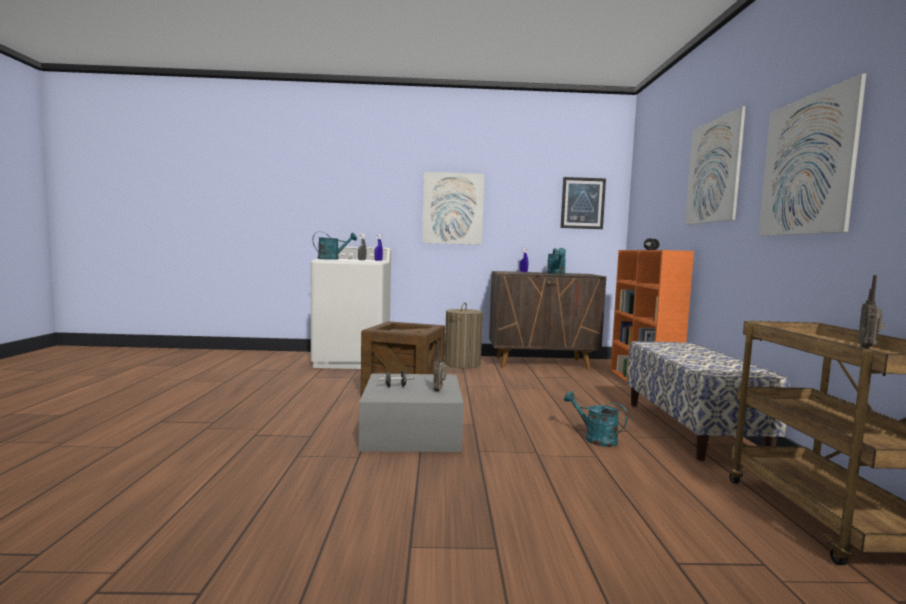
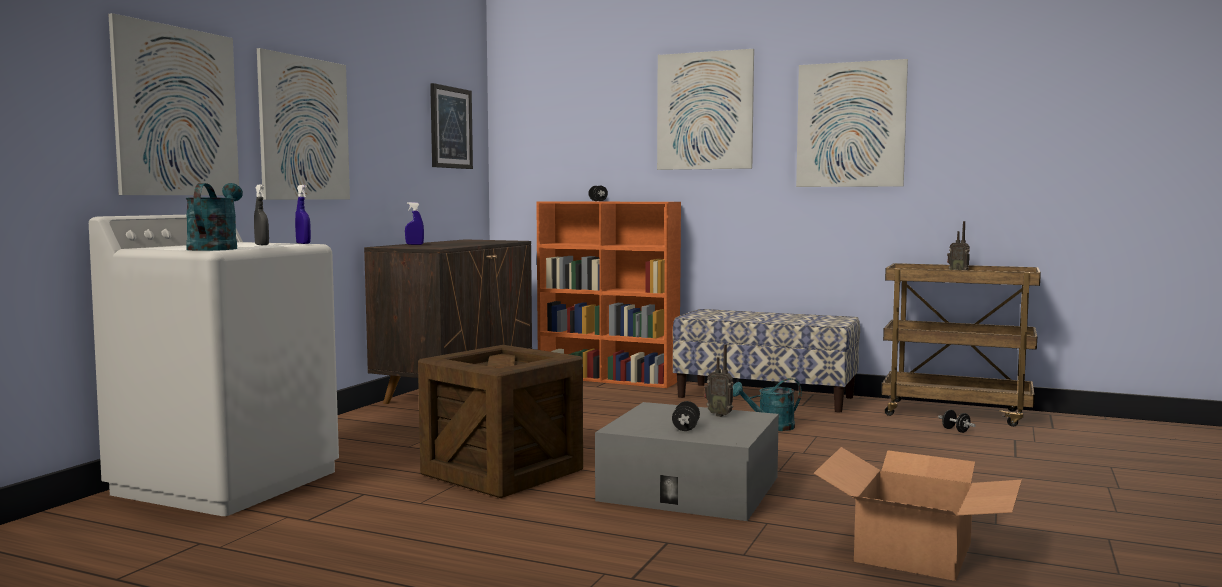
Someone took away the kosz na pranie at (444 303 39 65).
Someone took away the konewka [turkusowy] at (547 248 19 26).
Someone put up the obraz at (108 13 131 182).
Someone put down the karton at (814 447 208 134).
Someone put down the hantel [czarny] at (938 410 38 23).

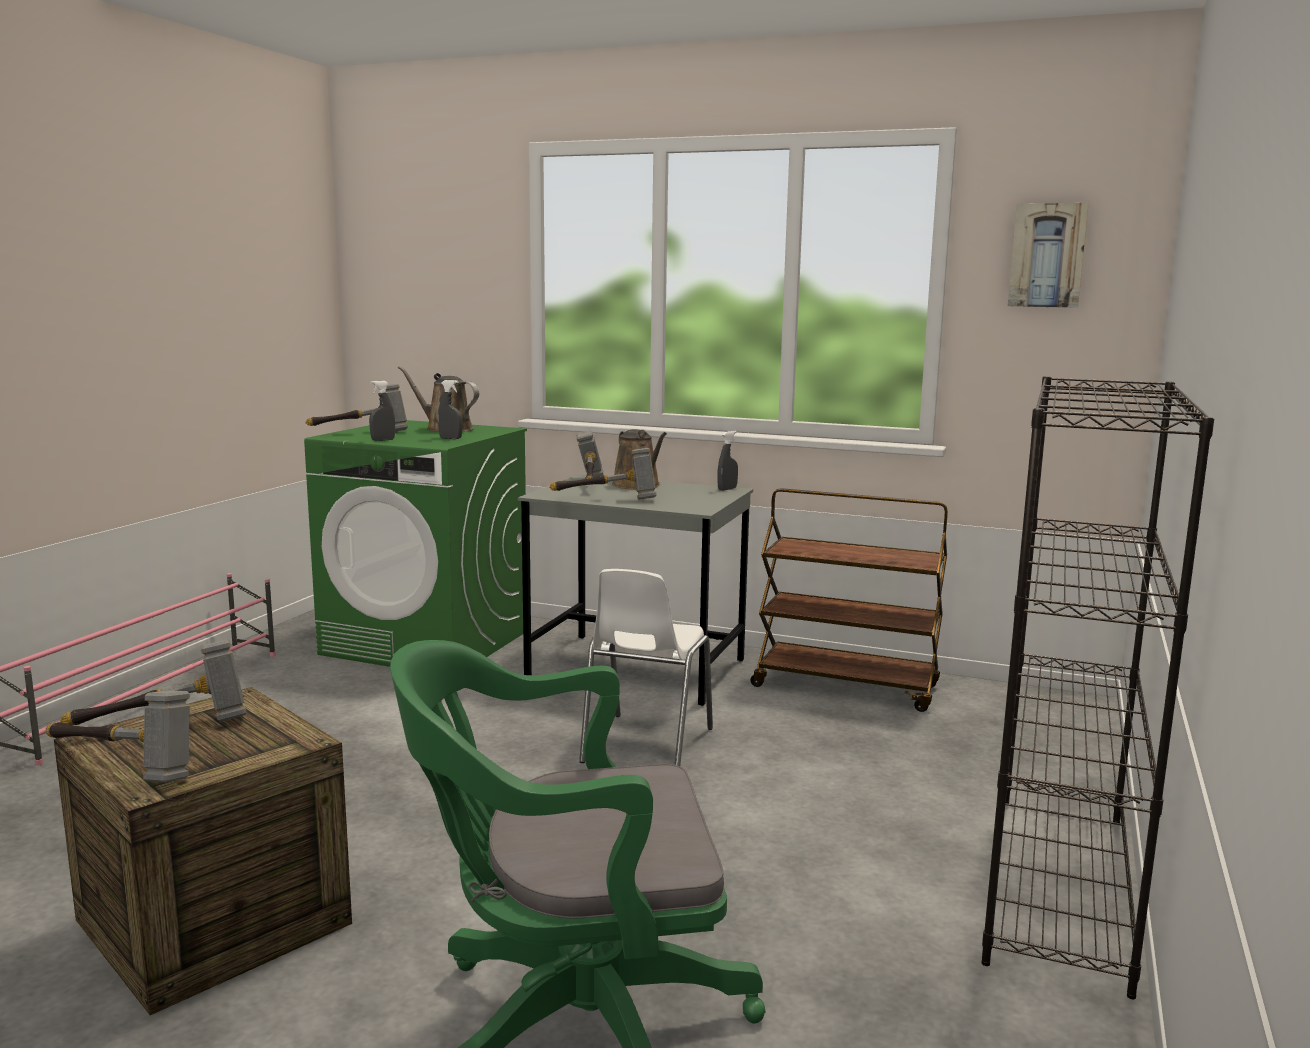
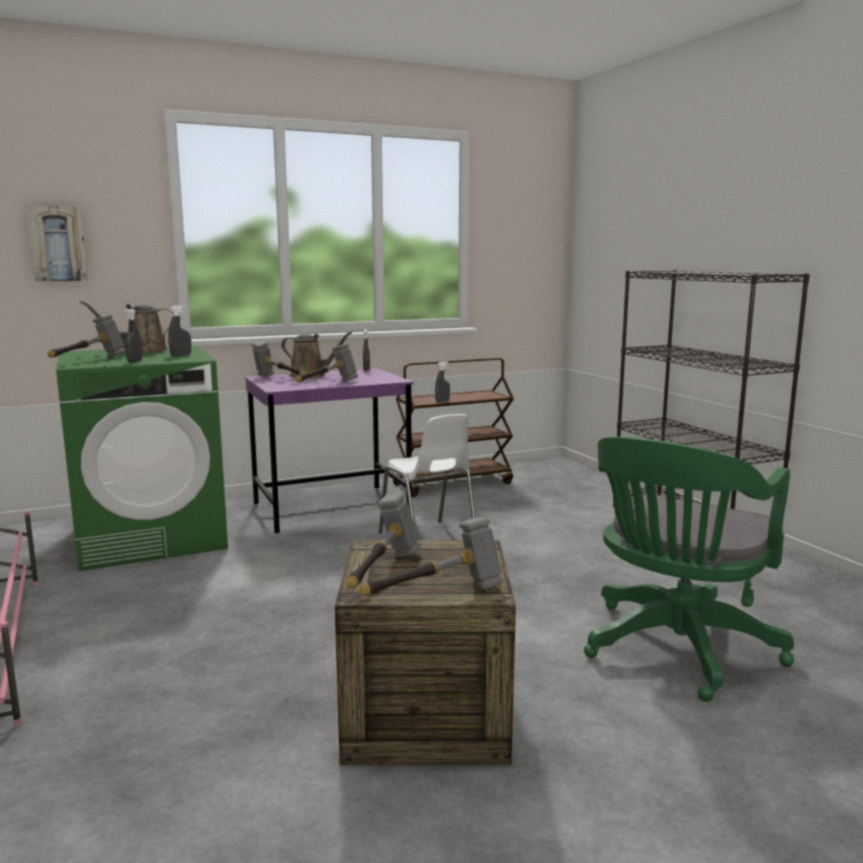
Someone repainted the biurko [szary] at (518 474 235 232), which became the biurko [fioletowy] at (245 368 169 166).
Someone carried the obraz from (1008 203 81 105) to (26 205 62 77).
Someone put down the spryskiwacz [szary] at (435 361 15 42).

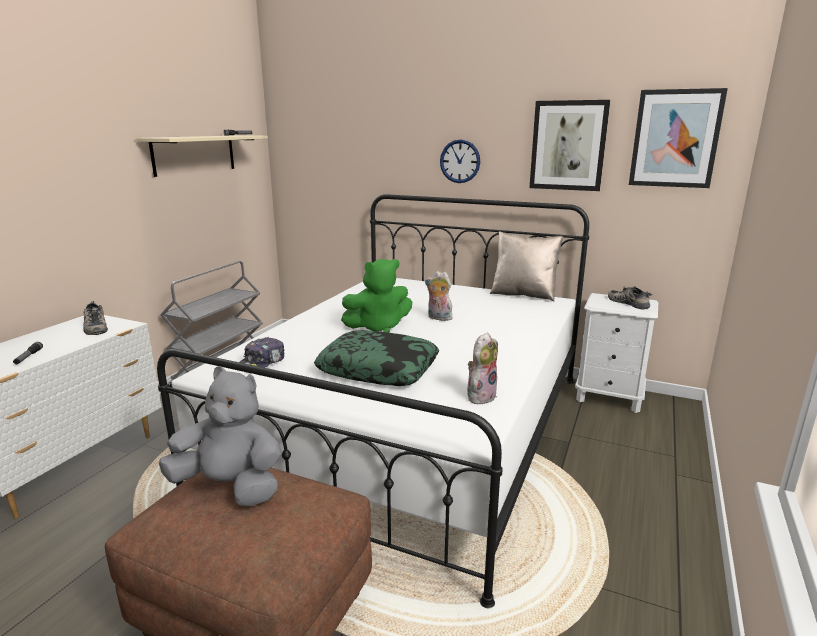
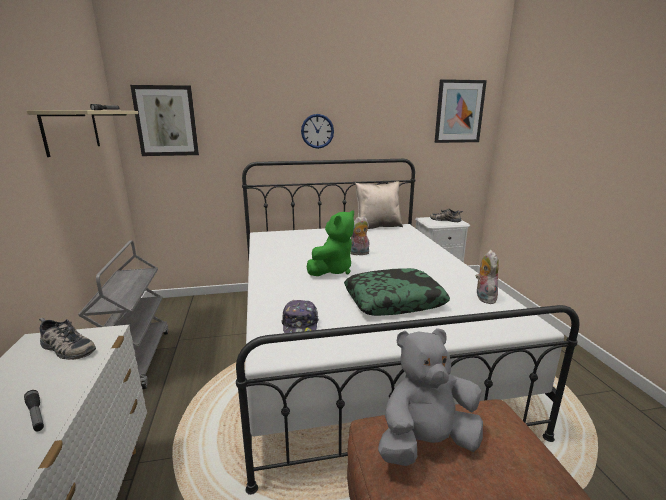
Someone carried the obraz from (529 100 81 91) to (130 85 69 71).

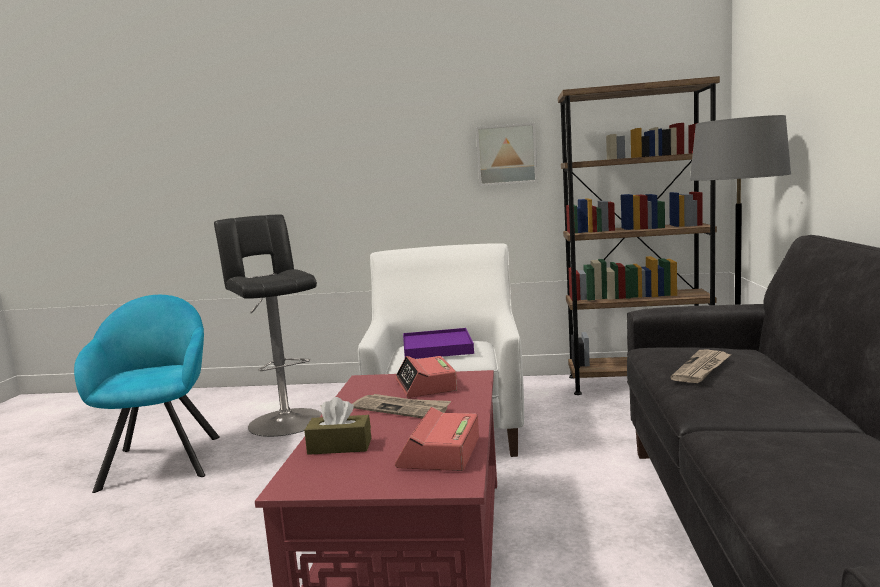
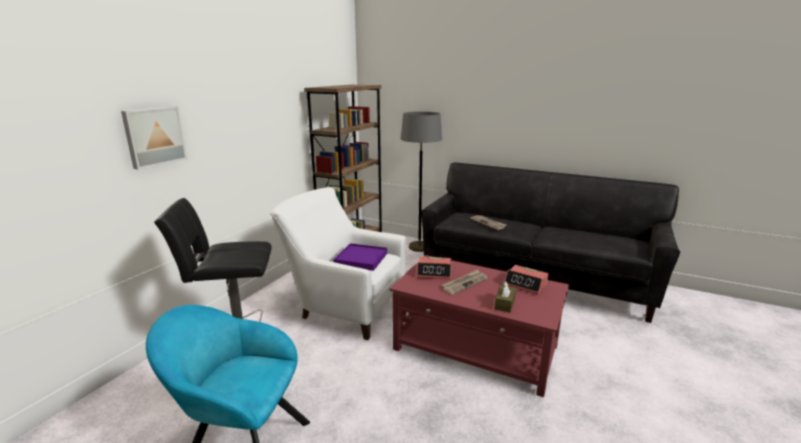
Someone carried the obraz from (476 122 62 64) to (121 106 66 64).

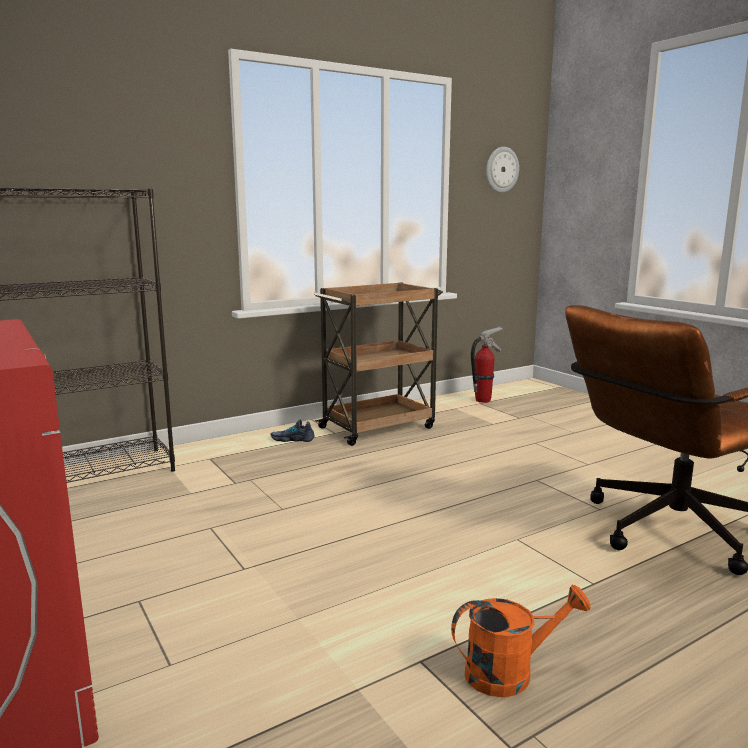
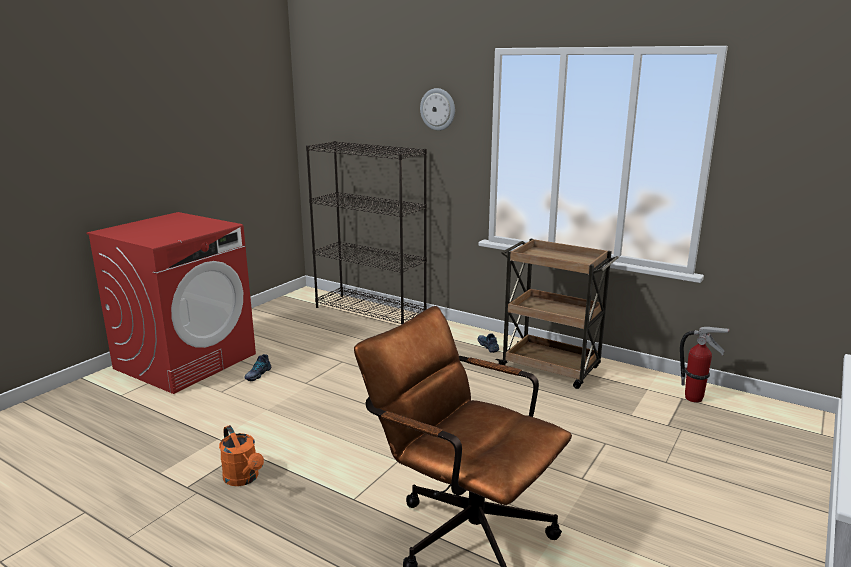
Someone carried the zegar ścienny from (486 147 33 46) to (420 88 35 43).
Someone put down the but at (244 354 27 27).

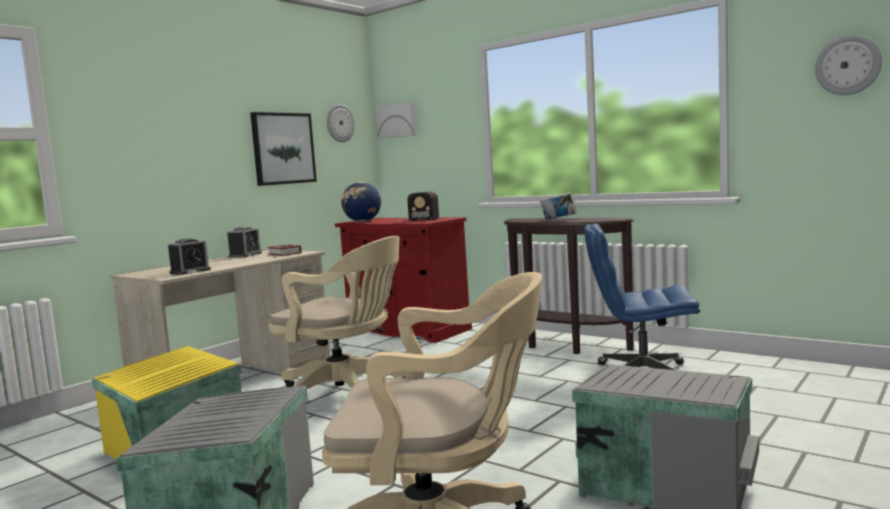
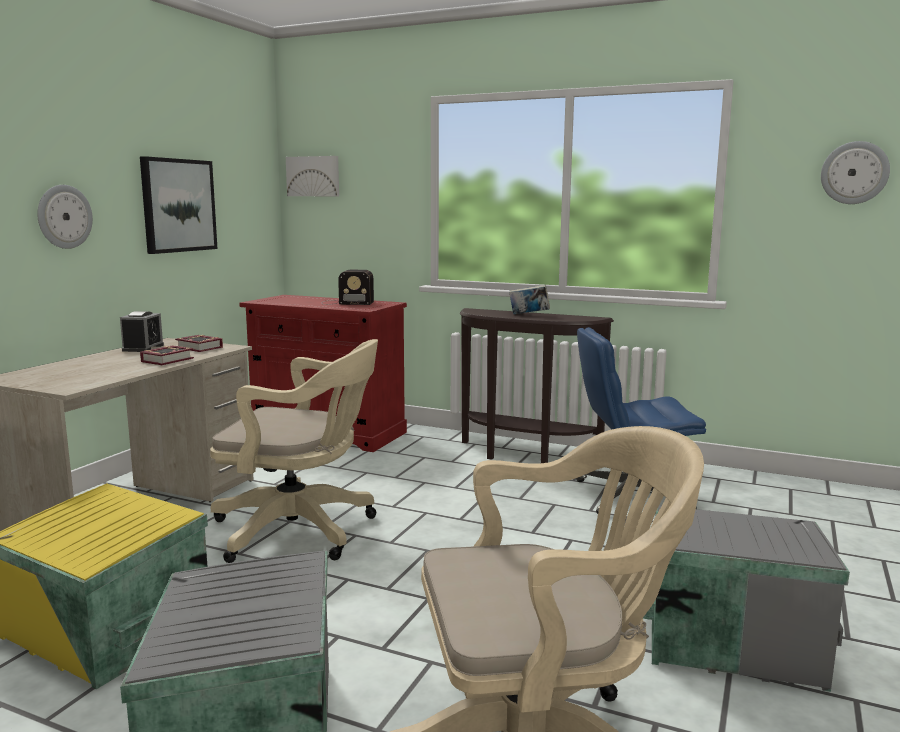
Someone took away the budzik at (168 239 43 36).
Someone carried the zegar ścienny from (326 104 29 38) to (37 185 56 64).
Someone took away the globus at (341 182 40 40).
Someone put down the książka at (140 345 54 20).

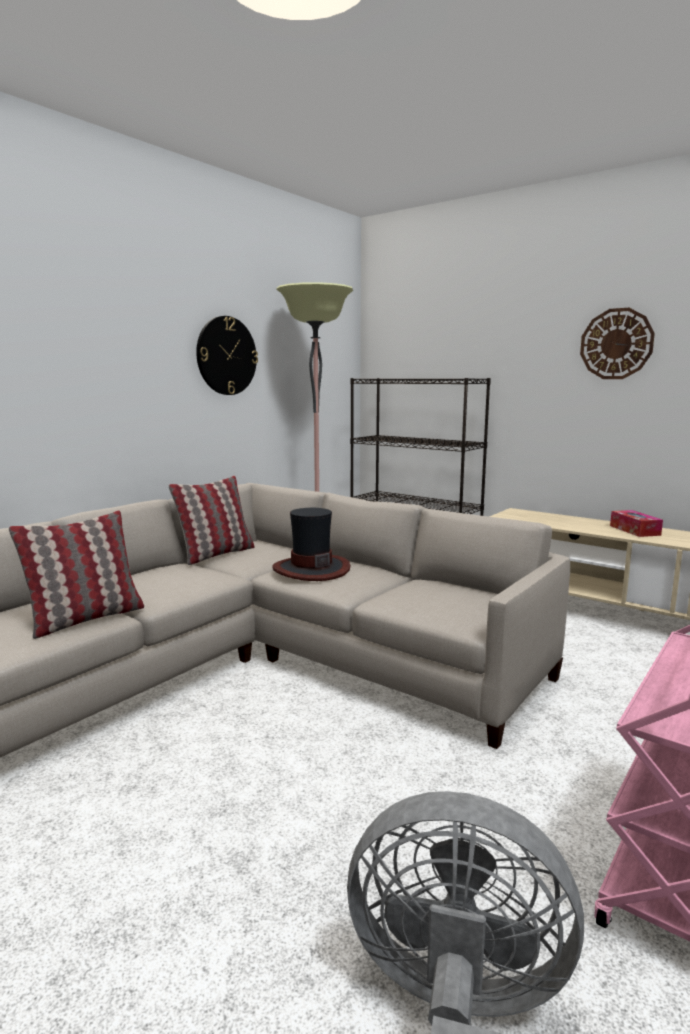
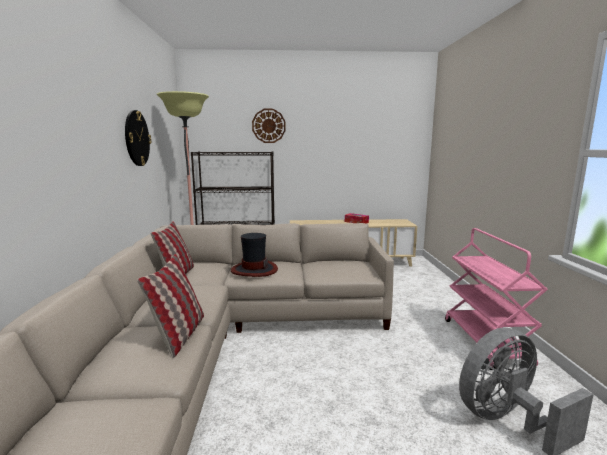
Someone carried the zegar ścienny from (580 308 75 71) to (252 109 34 34).

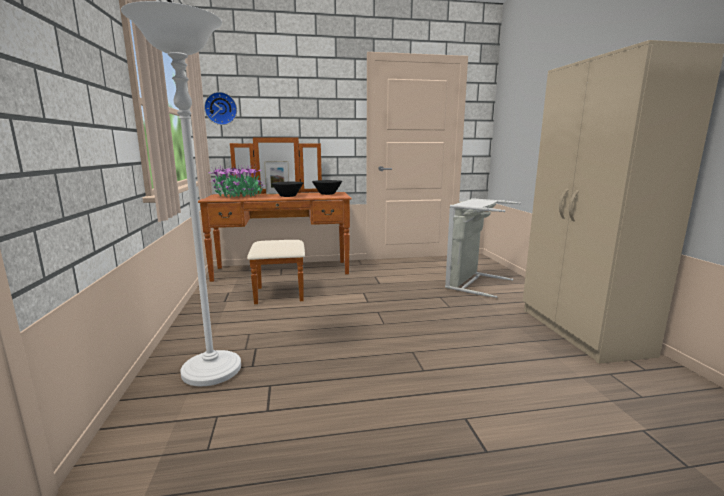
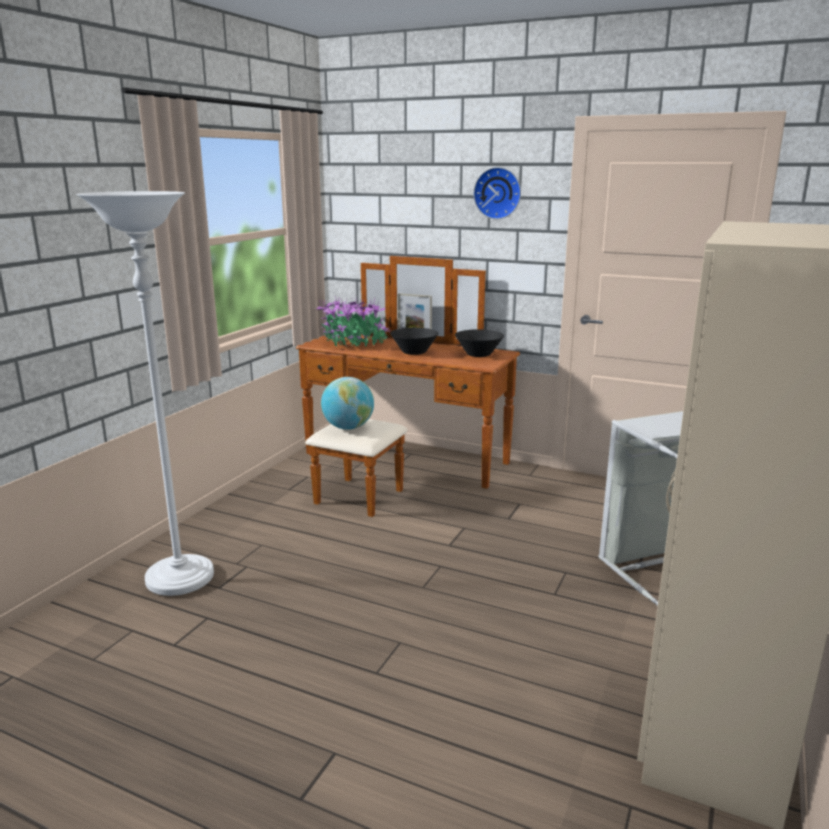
Someone carried the zegar ścienny from (204 92 33 33) to (473 167 48 52).
Someone put down the globus at (321 377 53 53).

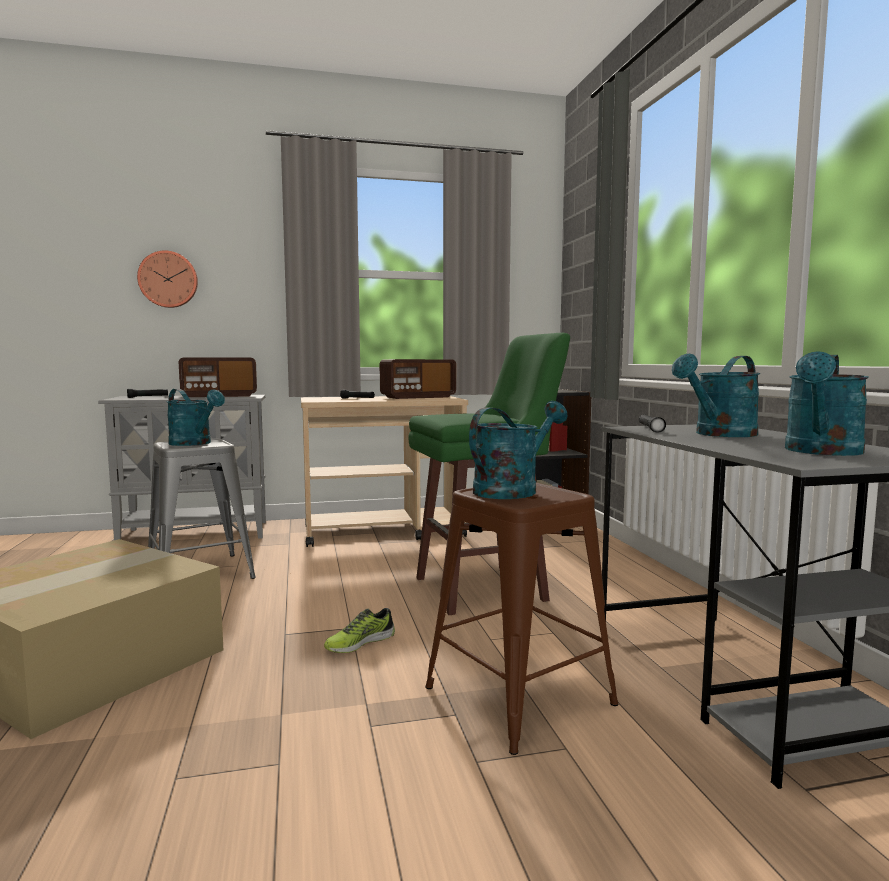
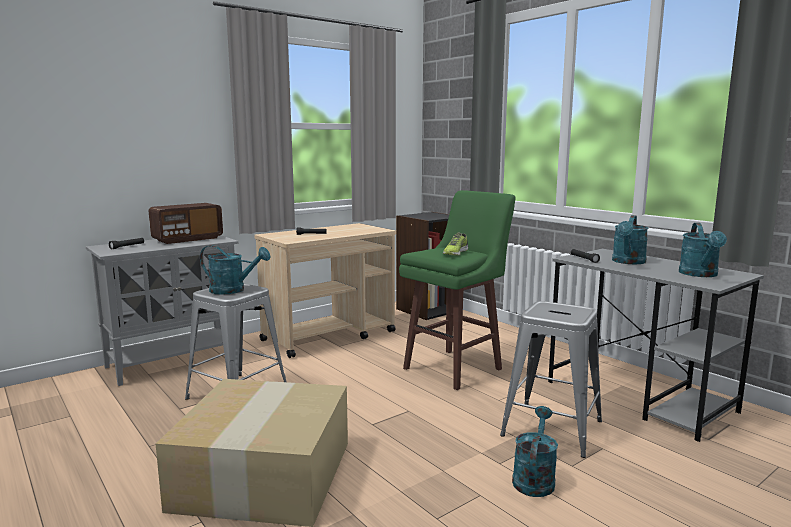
Someone took away the zegar ścienny at (137 250 61 58).
Someone carried the but from (324 608 71 45) to (443 232 25 23).
Someone took away the radio at (380 359 76 40).
Someone repainted the stołek [brązowy] at (425 482 193 273), which became the stołek [szary] at (500 301 102 157).
Someone carried the konewka [turkusowy] from (469 401 99 98) to (512 406 46 91).

